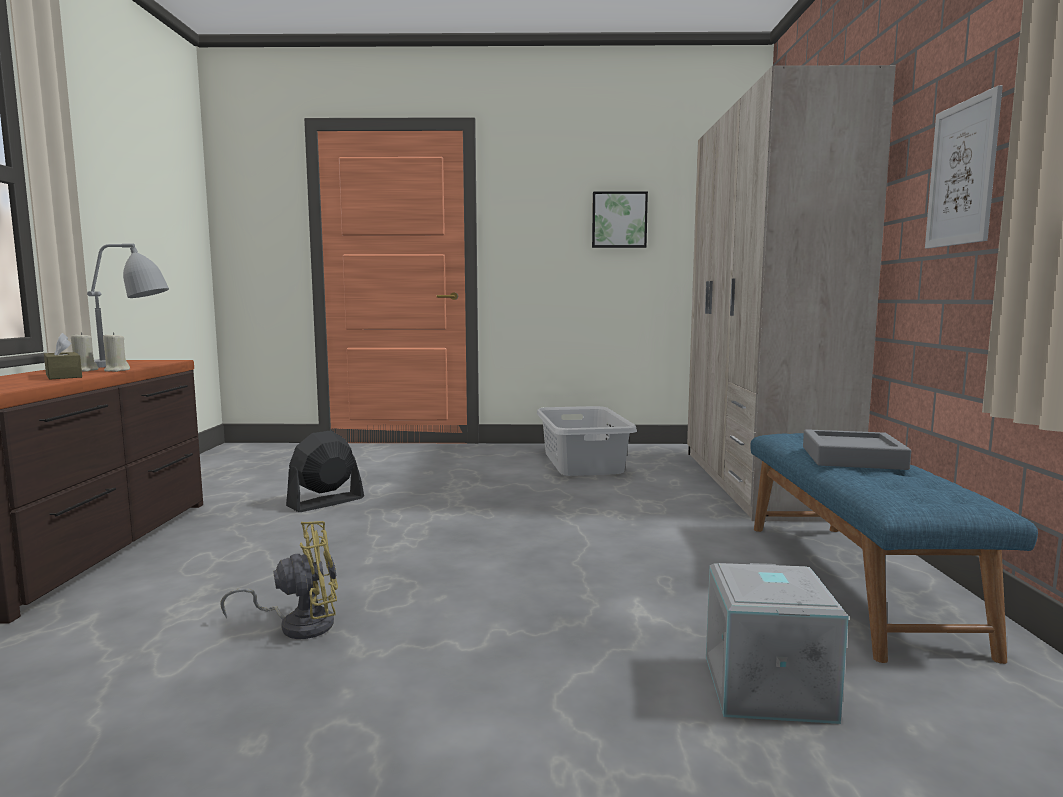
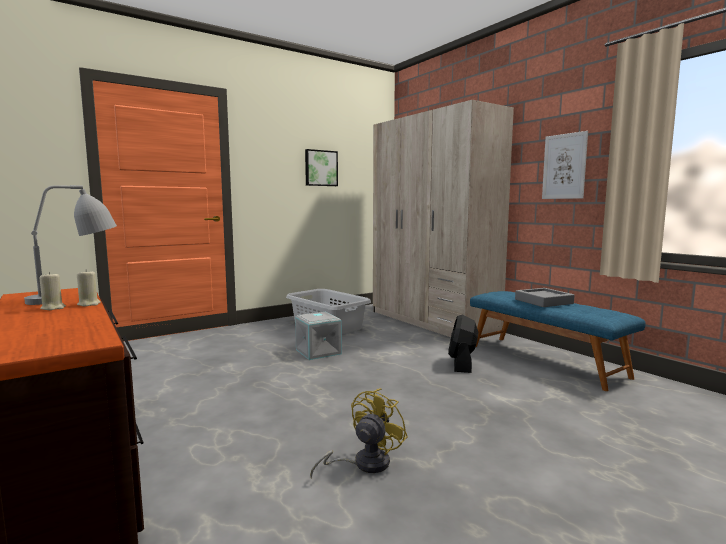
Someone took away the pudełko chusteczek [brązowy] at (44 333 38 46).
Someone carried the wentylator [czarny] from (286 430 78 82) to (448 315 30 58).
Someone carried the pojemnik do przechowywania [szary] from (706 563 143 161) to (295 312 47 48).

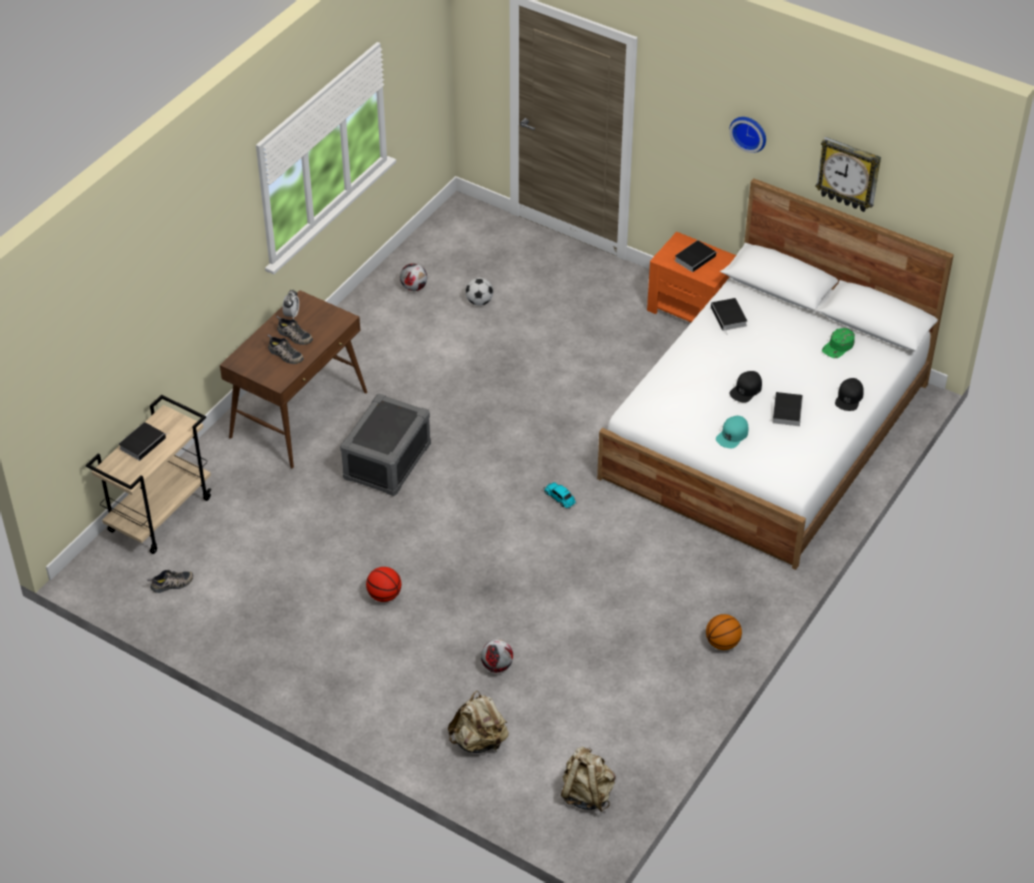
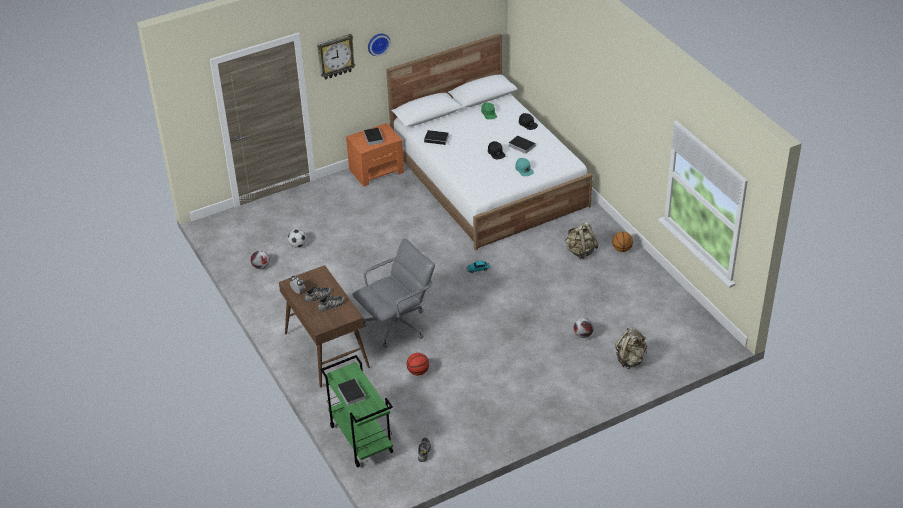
Someone repainted the wózek [beżowy] at (86 395 126 159), which became the wózek [zielony] at (320 355 73 113).
Someone swapped the pojemnik do przechowywania [szary] at (340 394 91 102) for the krzesło biurowe [szary] at (352 238 83 110).
Someone carried the piłka do koszykówki from (366 567 35 35) to (407 353 22 23).
Someone carried the plecak [beżowy] from (560 747 55 65) to (565 222 34 37).
Someone carried the zegar ścienny from (815 137 66 75) to (317 34 38 46).

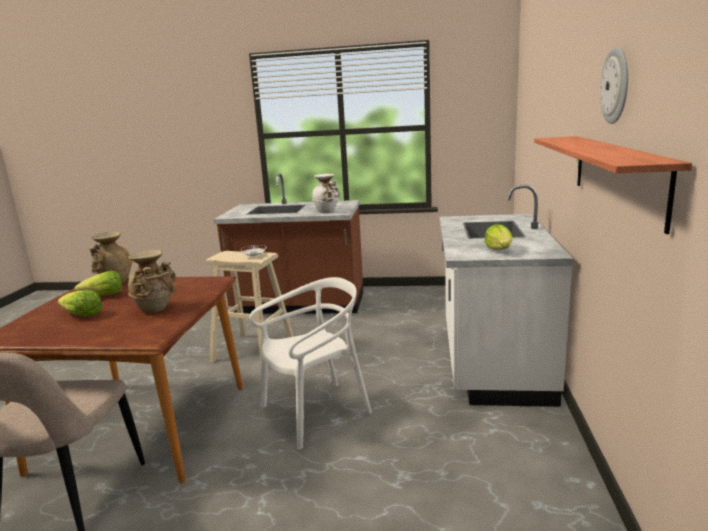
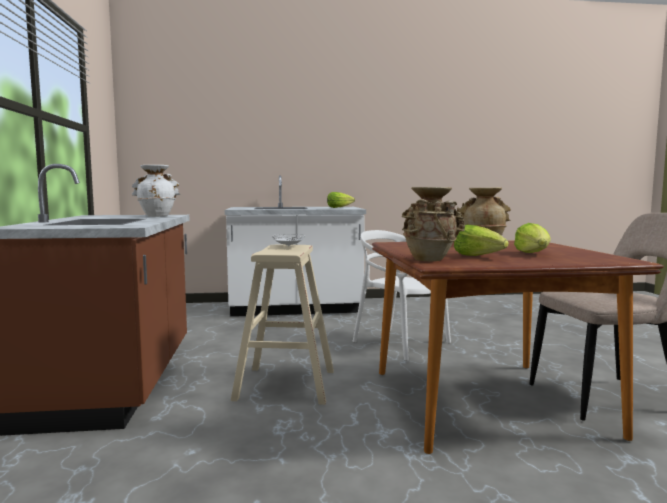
Someone took away the półka at (534 136 158 98).
Someone took away the zegar ścienny at (600 47 28 77).

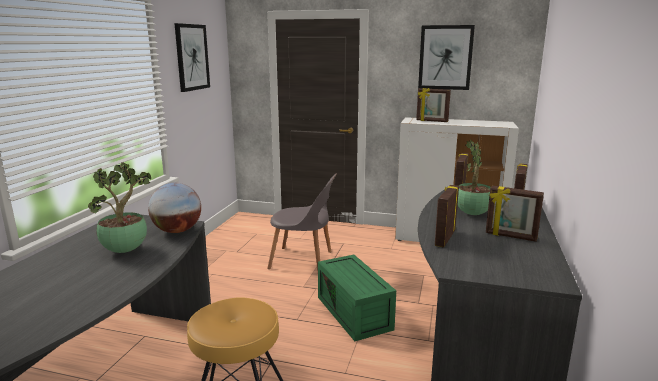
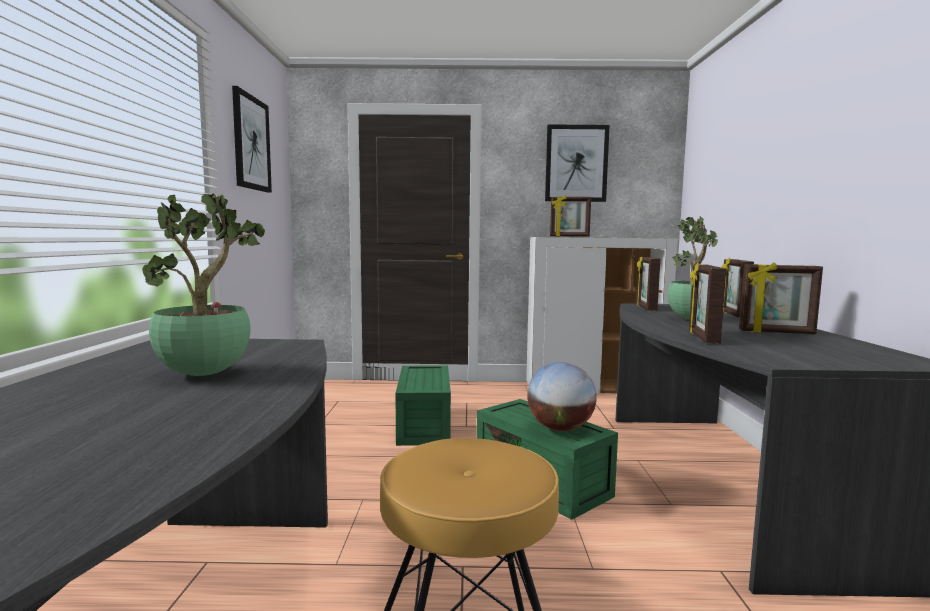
Someone carried the globus from (148 183 53 50) to (527 362 70 69).
Someone swapped the krzesło [szary] at (267 174 70 97) for the pojemnik do przechowywania [zielony] at (396 365 55 81).

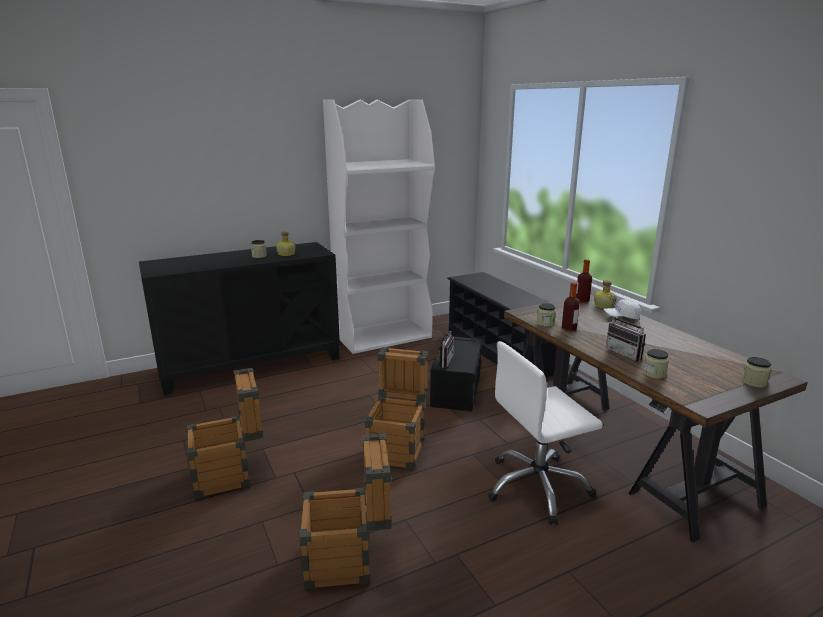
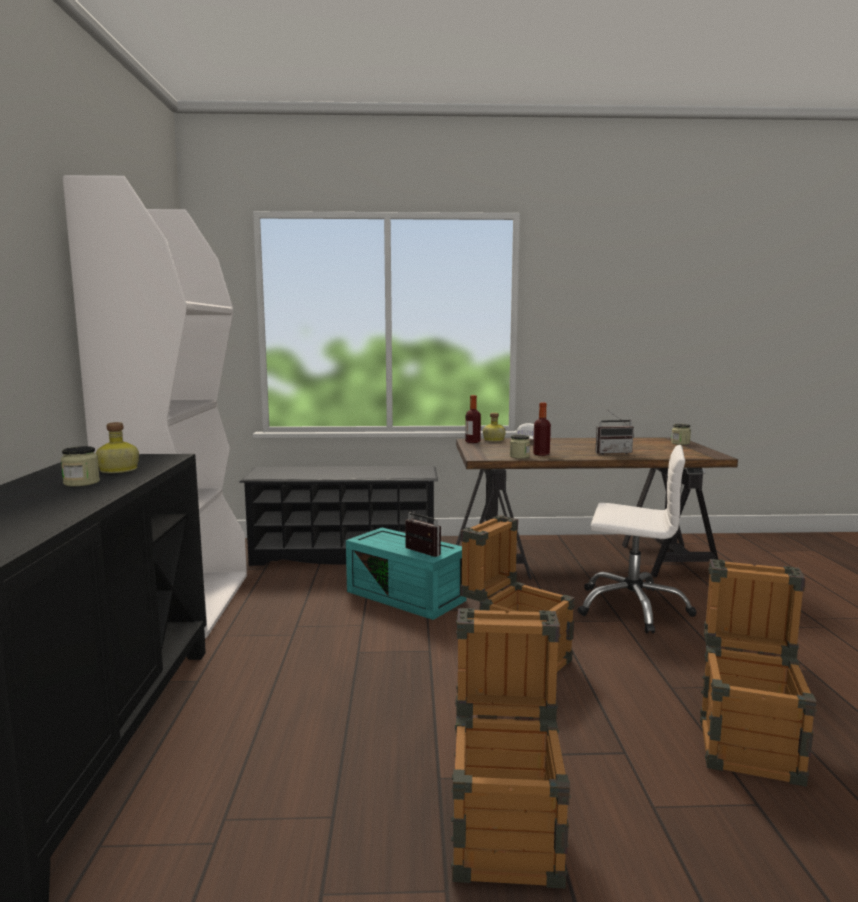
Someone repainted the pojemnik do przechowywania [czarny] at (430 336 52 75), which became the pojemnik do przechowywania [turkusowy] at (346 527 121 93).
Someone rotated the krzesło biurowe [biały] at (488 341 115 184) by 75 degrees counterclockwise.
Someone took away the słoik at (643 349 26 30).

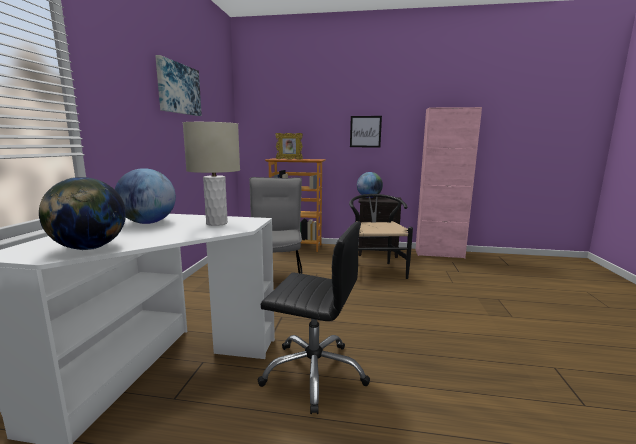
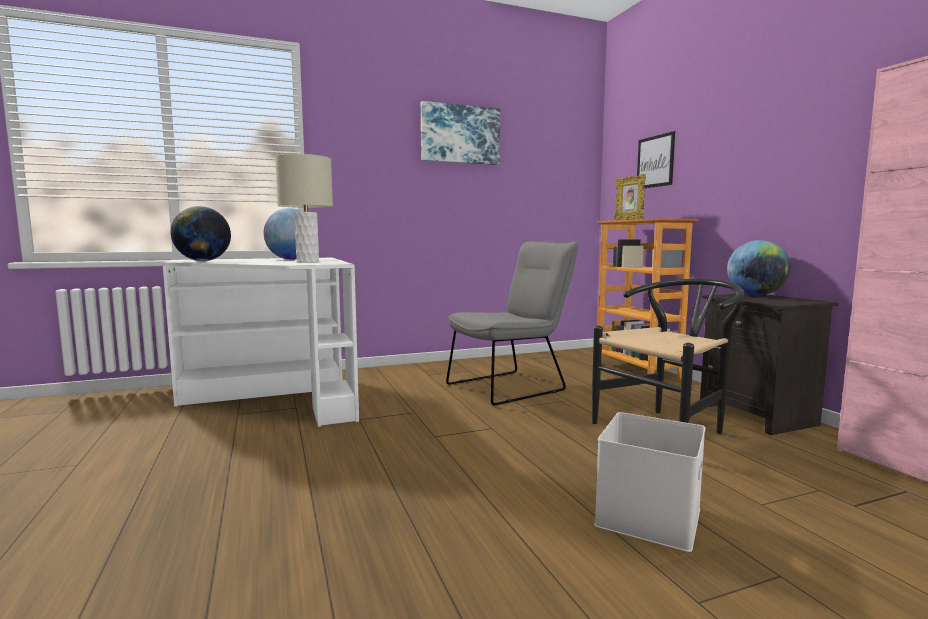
Someone took away the krzesło biurowe [czarny] at (258 221 112 193).
Someone carried the obraz from (350 116 32 32) to (637 131 38 57).
Someone put down the pojemnik do przechowywania [biały] at (594 412 111 140).

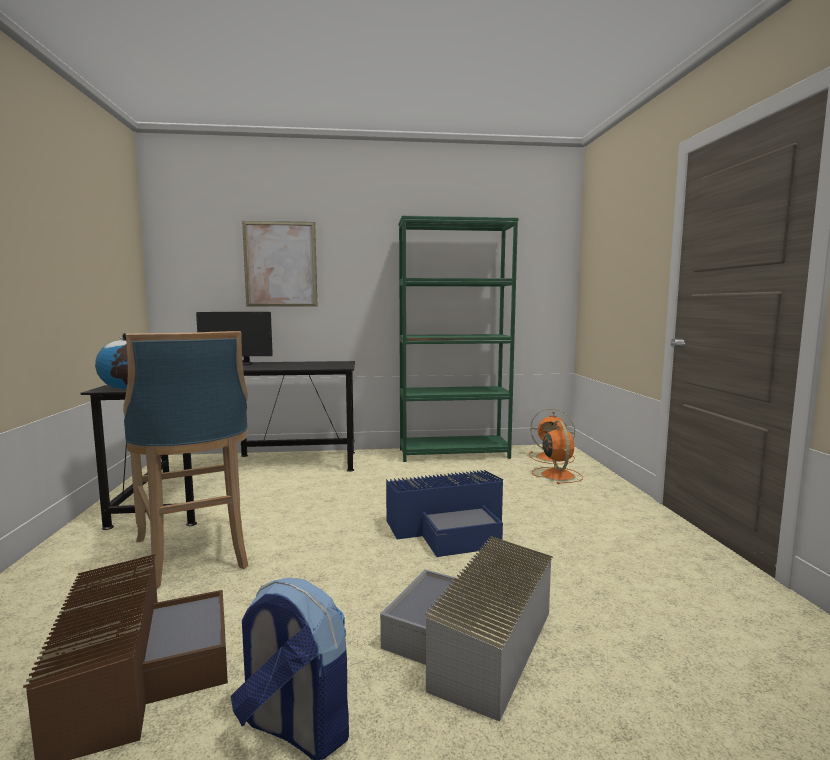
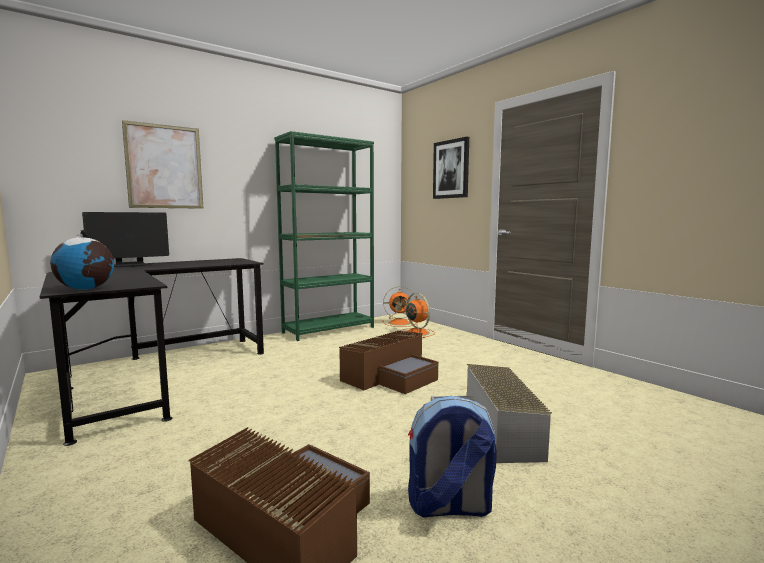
Someone took away the stołek [niebieski] at (123 331 125 257).
Someone repainted the pojemnik do przechowywania [niebieski] at (386 470 117 87), which became the pojemnik do przechowywania [brązowy] at (339 331 99 63).
Someone put up the obraz at (433 137 36 62).

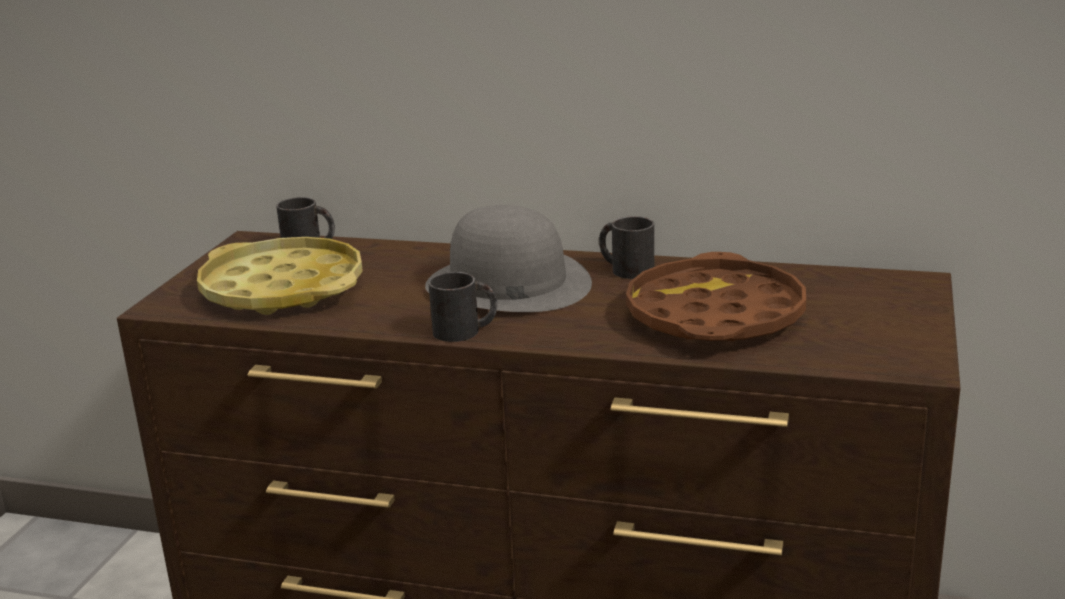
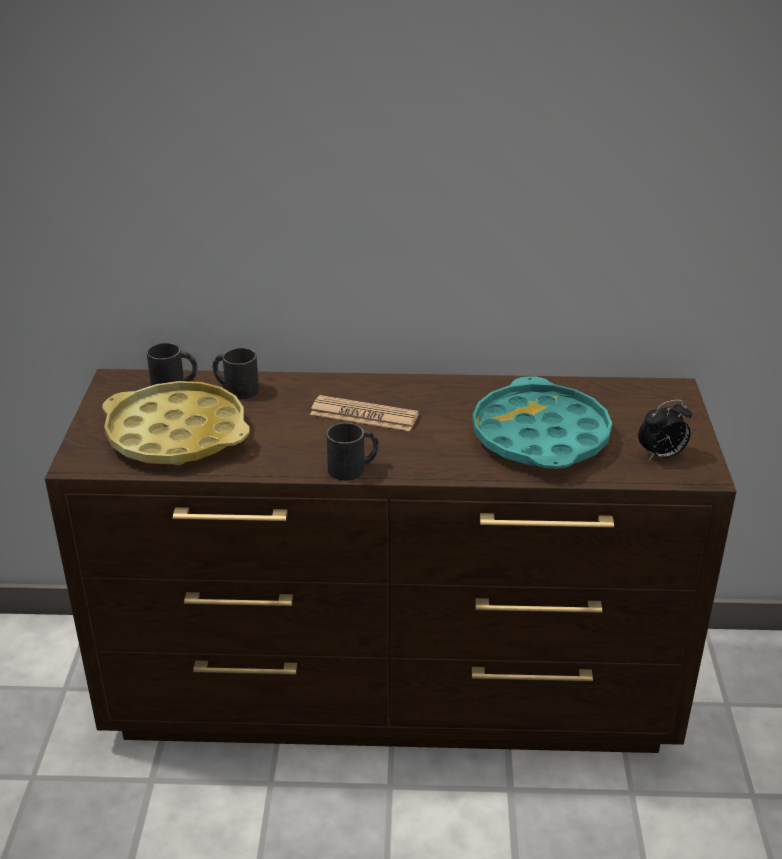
Someone swapped the kapelusz [szary] at (425 205 167 107) for the gazeta at (310 395 109 36).
Someone carried the kubek [czarny] from (599 216 55 63) to (213 348 46 51).
Someone repainted the taca [brązowy] at (626 252 180 89), which became the taca [turkusowy] at (472 376 140 93).
Someone put down the budzik at (638 399 54 62).

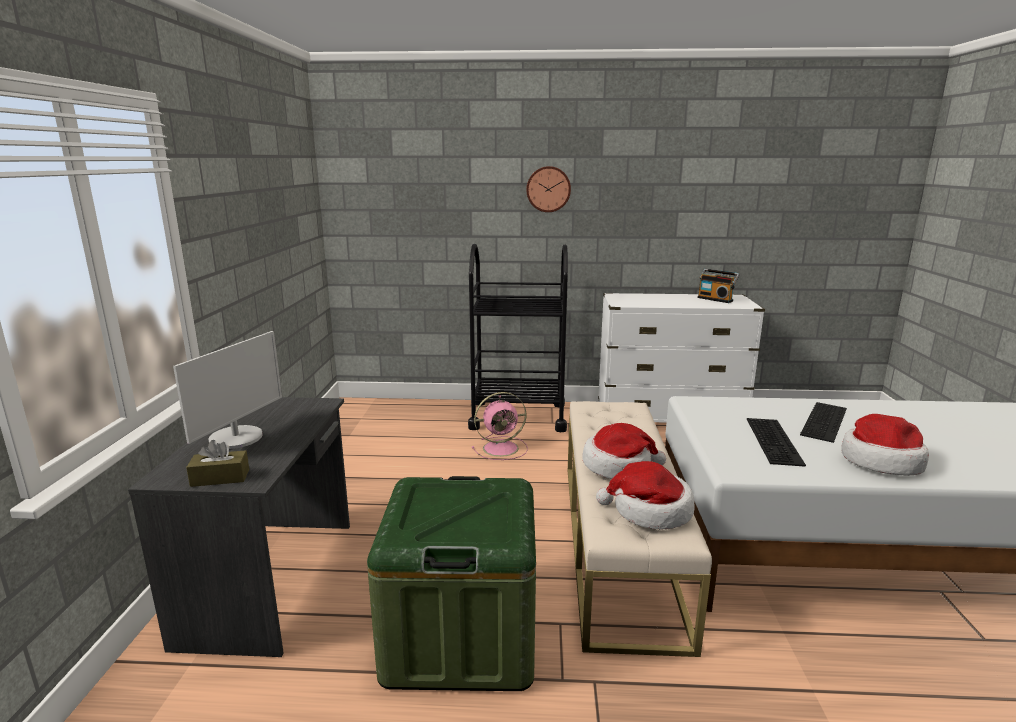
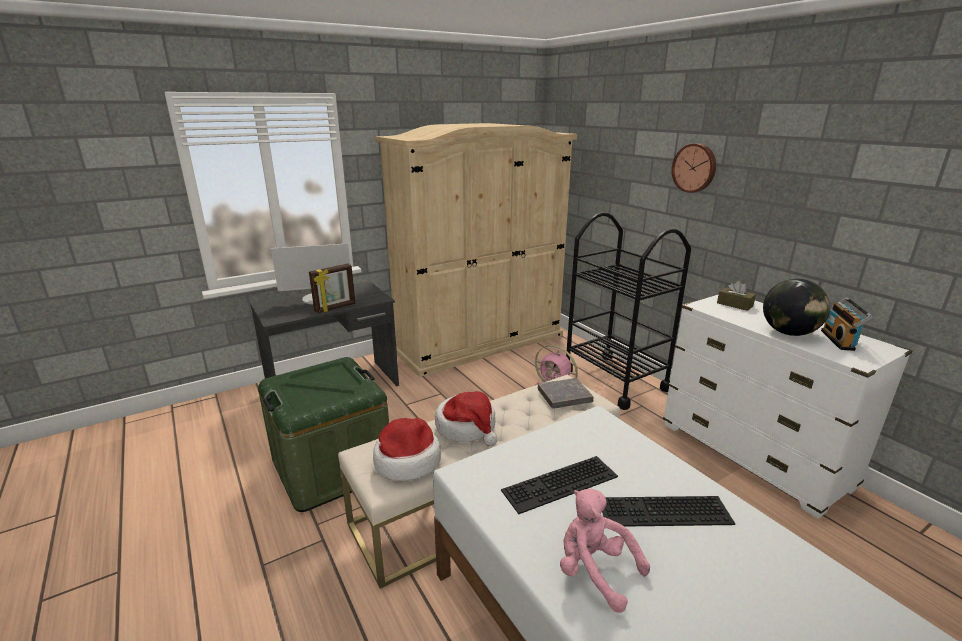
Someone carried the pudełko chusteczek [brązowy] from (186 440 63 47) to (717 281 39 30).
Someone swapped the kapelusz at (841 414 88 62) for the pluszak [różowy] at (560 489 90 124).
Someone put down the ramka na zdjęcie at (309 264 46 49).
Someone put down the szafa [beżowy] at (375 123 202 254).
Someone put down the książka [szary] at (538 378 55 31).
Someone put down the globus at (763 279 67 57).

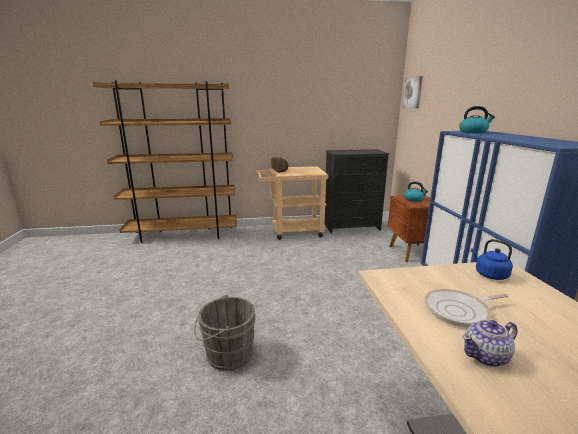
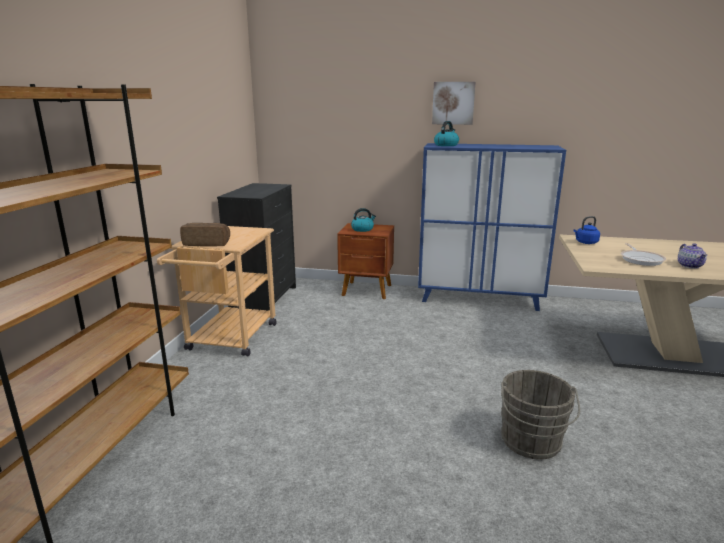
Someone carried the obraz from (402 76 21 33) to (432 82 44 43).

